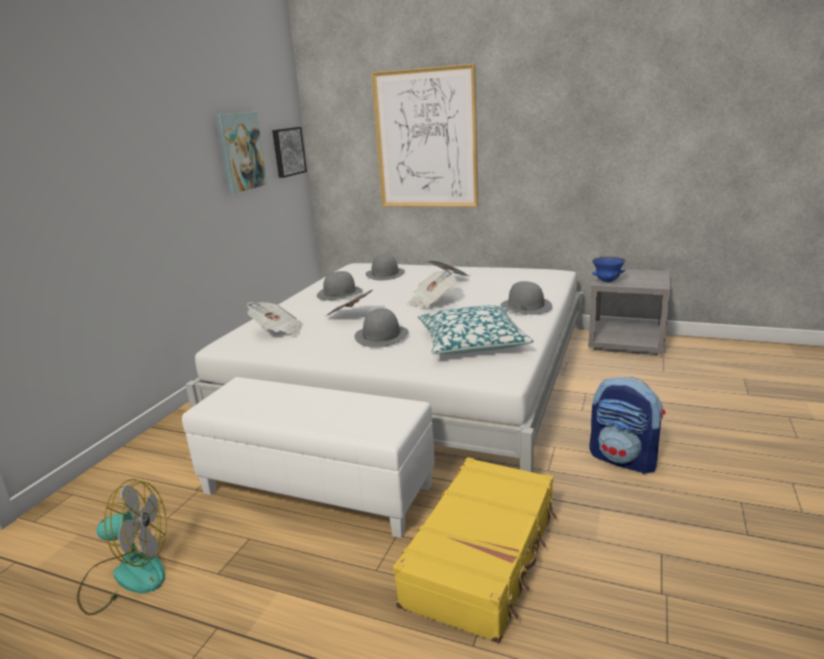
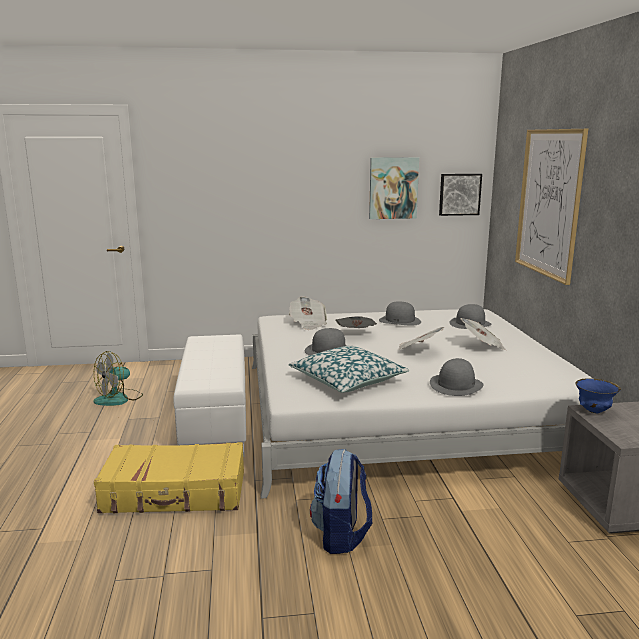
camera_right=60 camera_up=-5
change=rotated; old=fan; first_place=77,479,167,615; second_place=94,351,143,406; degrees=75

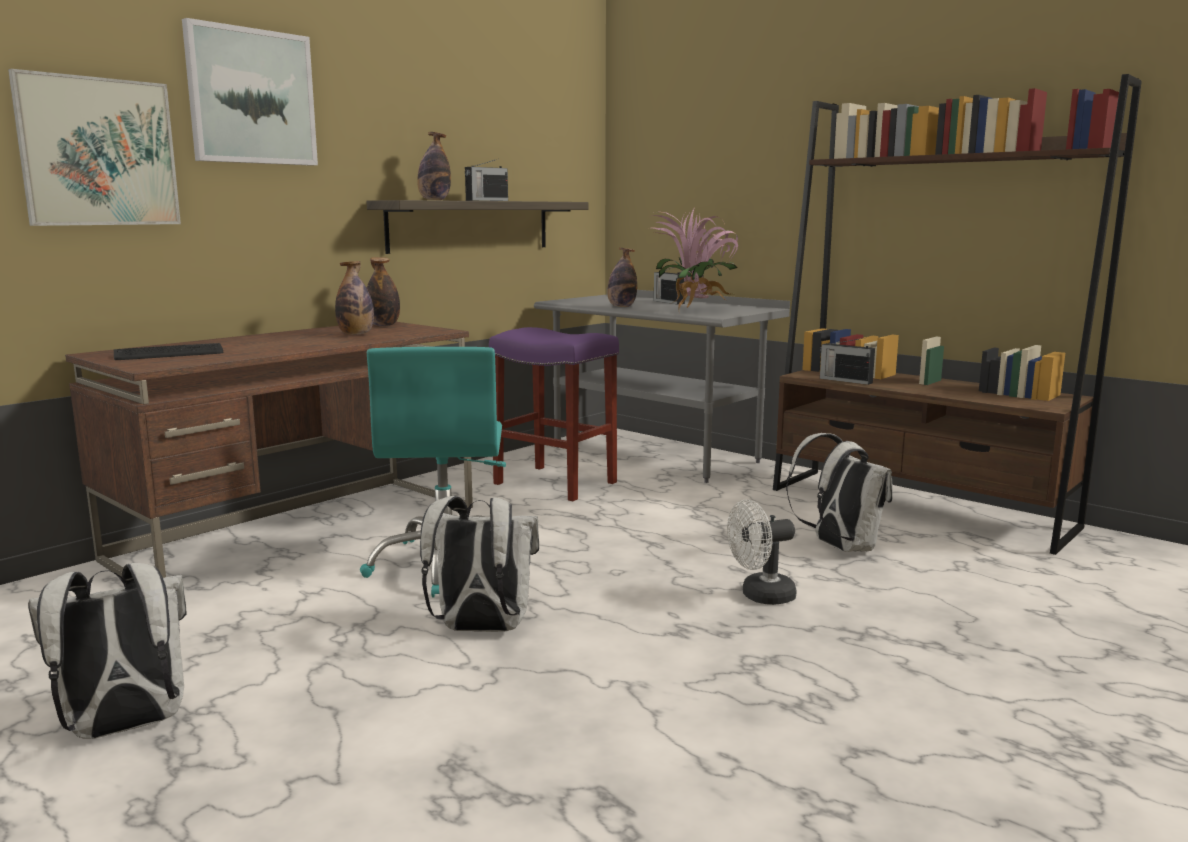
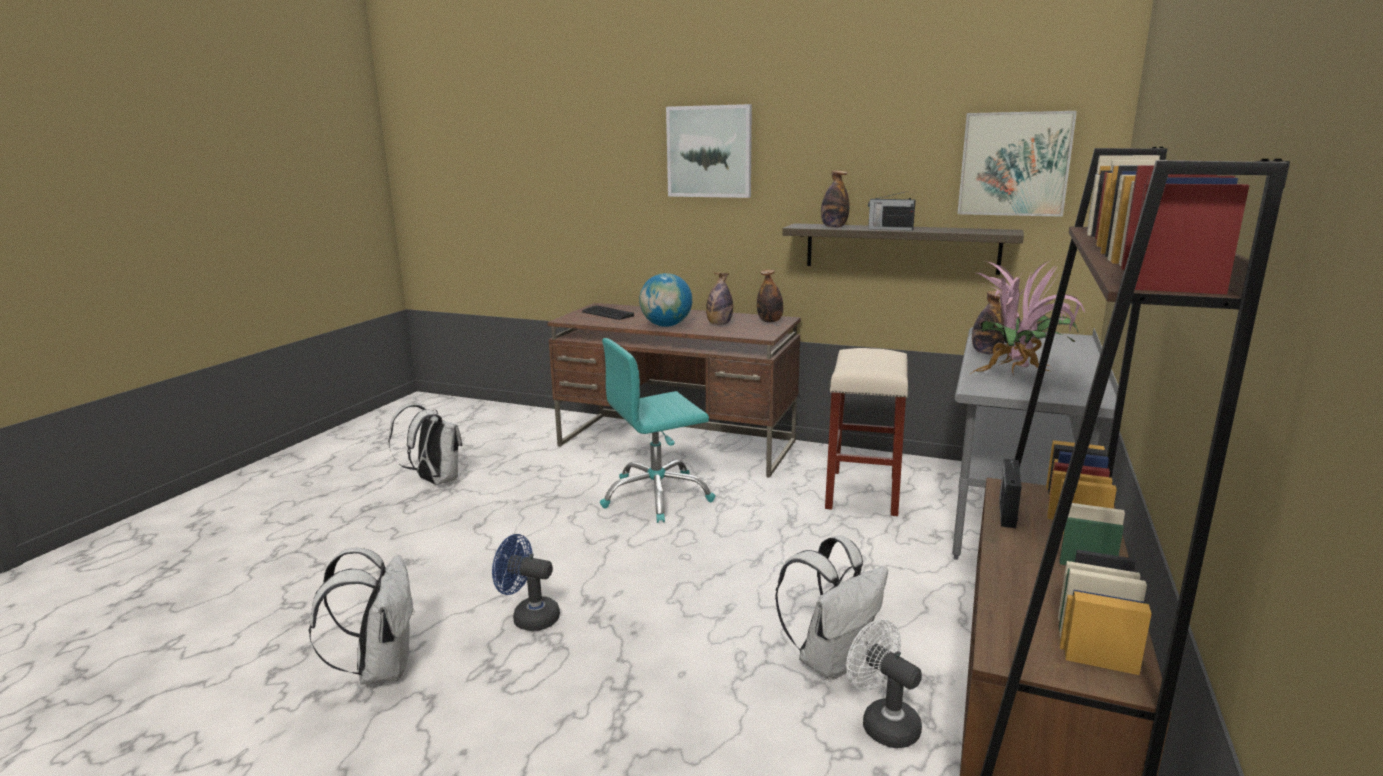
camera_right=70 camera_up=5
change=shifted; old=wall picture; first_place=8,69,181,226; second_place=958,111,1077,217
change=shifted; old=white rucksack; first_place=420,496,539,632; second_place=309,548,415,685
change=repainted; old=purple stool seat; new=beige-coloured stool seat; first_place=489,327,619,501; second_place=825,348,908,516
change=gone; old=radio; first_place=654,267,685,304
change=shifted; old=white fan; first_place=727,500,797,605; second_place=846,619,922,748
change=new; new=bluish fan; second_place=492,534,560,631
change=new; new=world globe; second_place=639,273,692,327

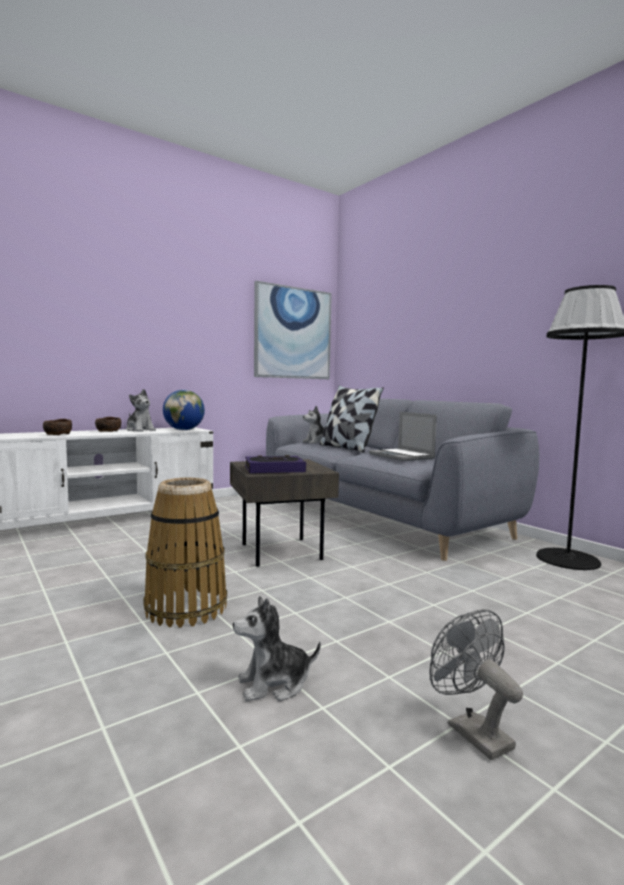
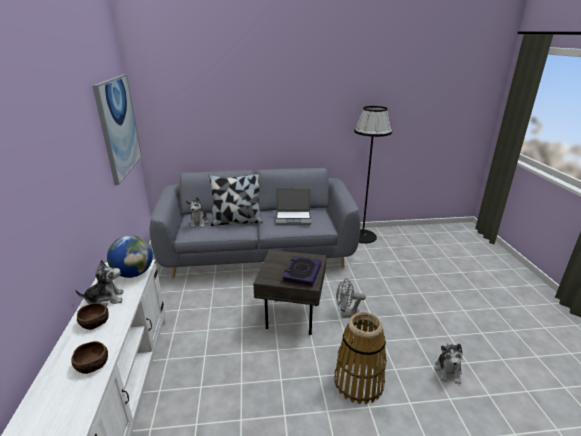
camera_right=-60 camera_up=20
change=shifted; old=greyish fan; first_place=429,609,523,760; second_place=336,278,366,317

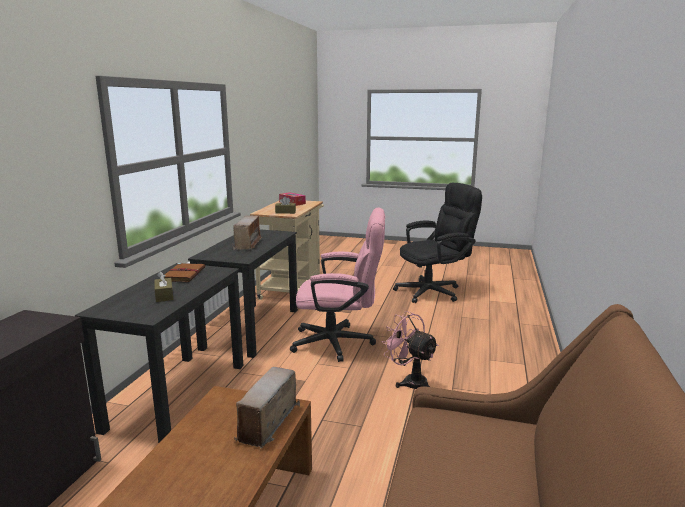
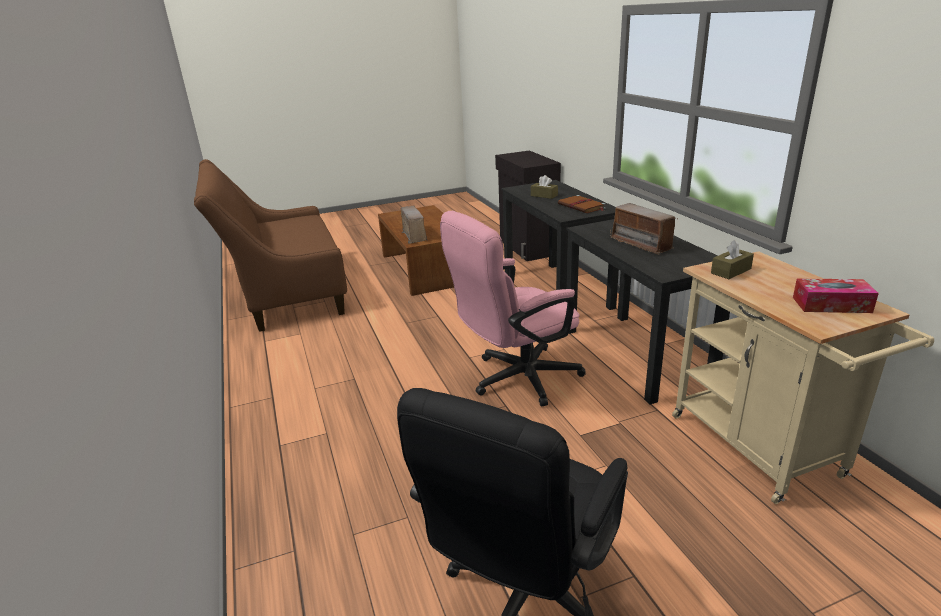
camera_right=145 camera_up=10
change=gone; old=pink fan; first_place=382,311,439,389

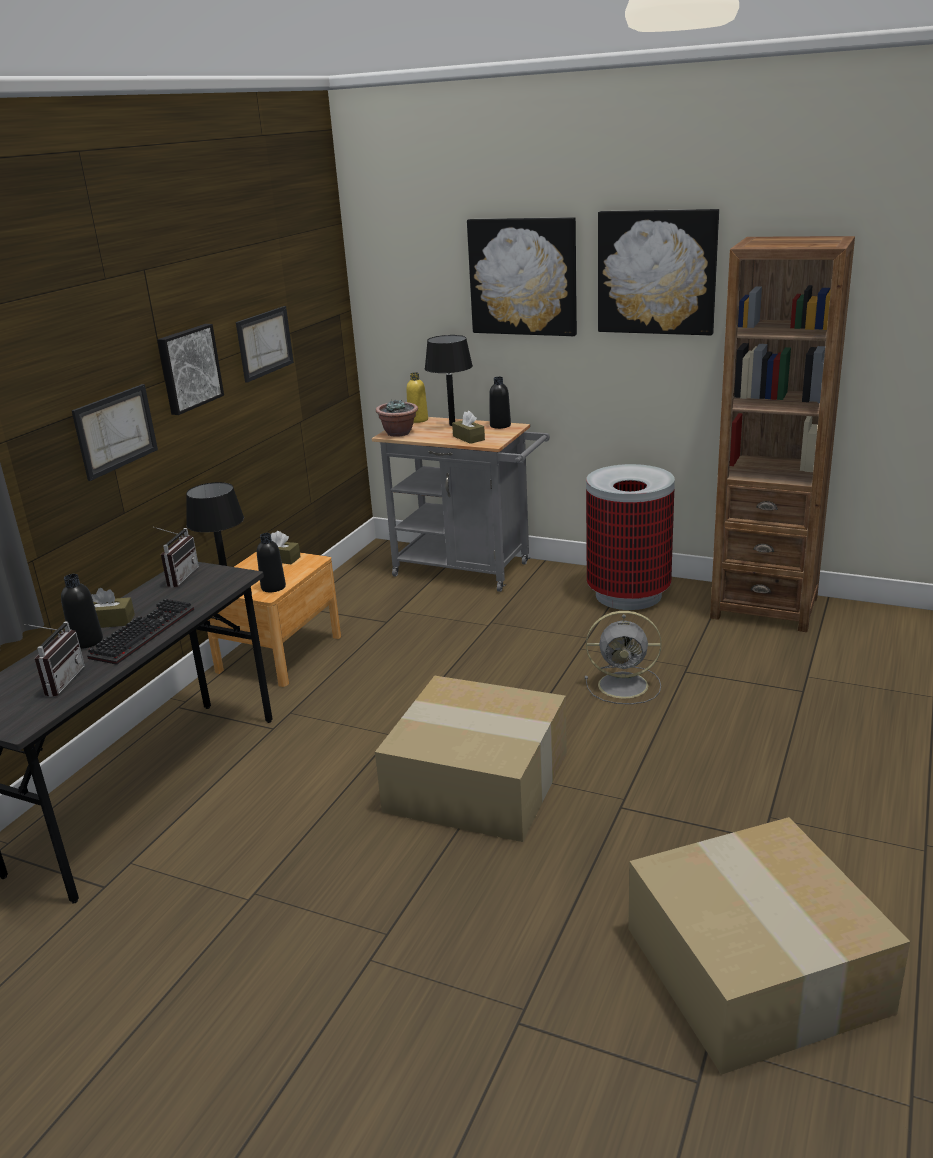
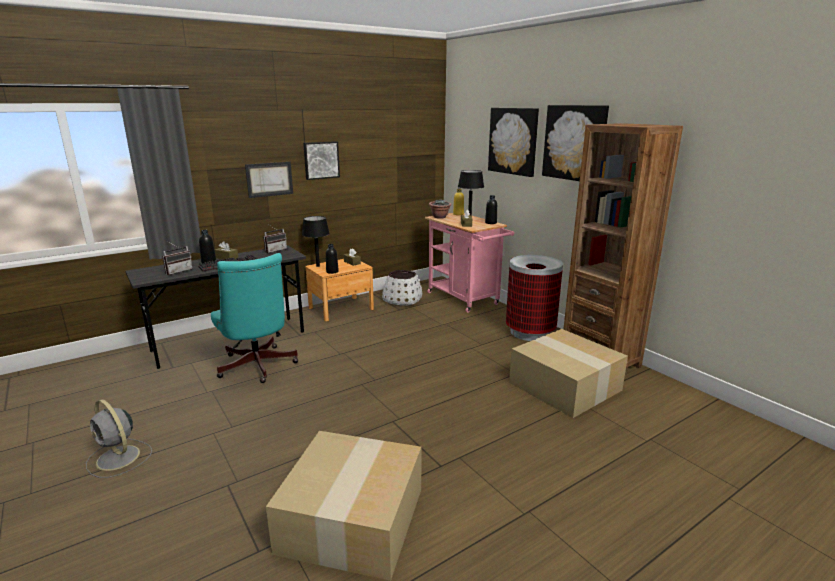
camera_right=30 camera_up=-5
change=gone; old=wall picture; first_place=236,306,294,383
change=repainted; old=greyish wheeled cart; new=pink wheeled cart; first_place=371,417,550,592; second_place=425,213,514,313
change=shifted; old=cardboard box; first_place=375,676,567,842; second_place=509,329,628,418
change=shifted; old=greyish fan; first_place=585,611,661,704; second_place=86,399,152,478
change=new; new=blue-green office chair; second_place=211,253,298,383
change=new; new=white flower pot; second_place=382,270,422,306

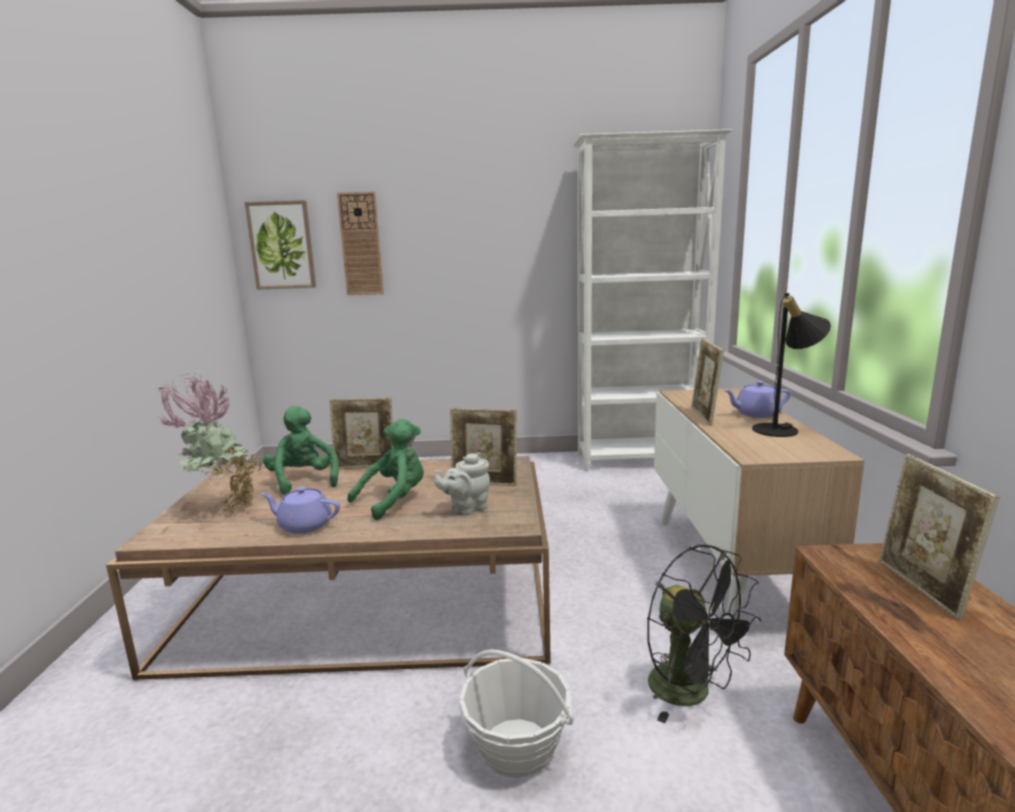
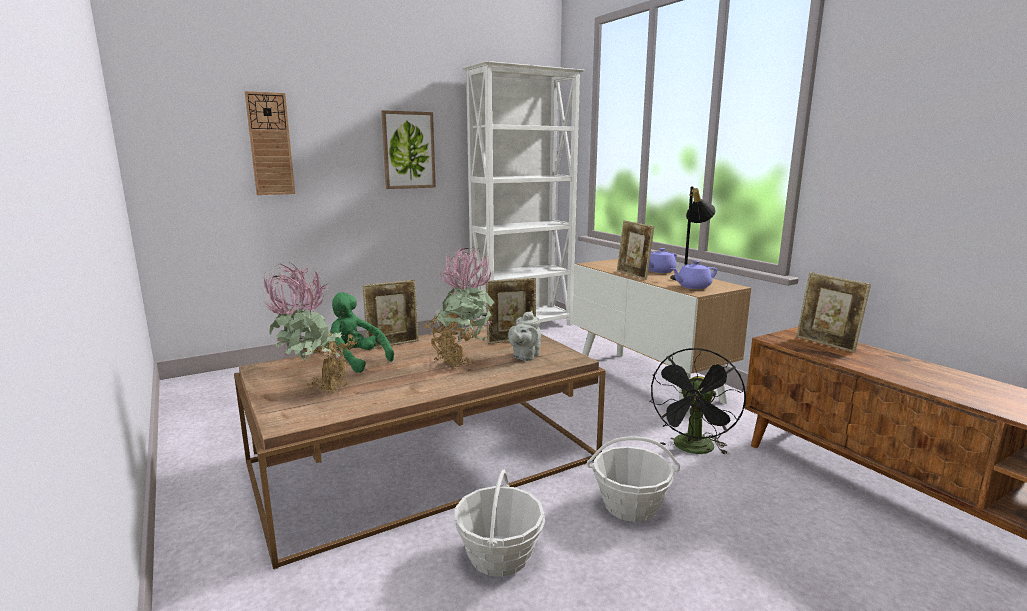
camera_right=-30 camera_up=0
change=shifted; old=wall picture; first_place=245,200,316,290; second_place=381,110,436,189
change=shifted; old=purple pot for tea; first_place=261,487,340,534; second_place=671,261,717,289
change=swapped; old=green-coloured cuddly toy; new=plant in a pot; first_place=347,419,424,520; second_place=423,247,494,369
change=rotated; old=black-coloured fan; first_place=647,545,761,723; second_place=649,348,746,455; degrees=90
change=new; new=storage basket; second_place=454,470,545,577

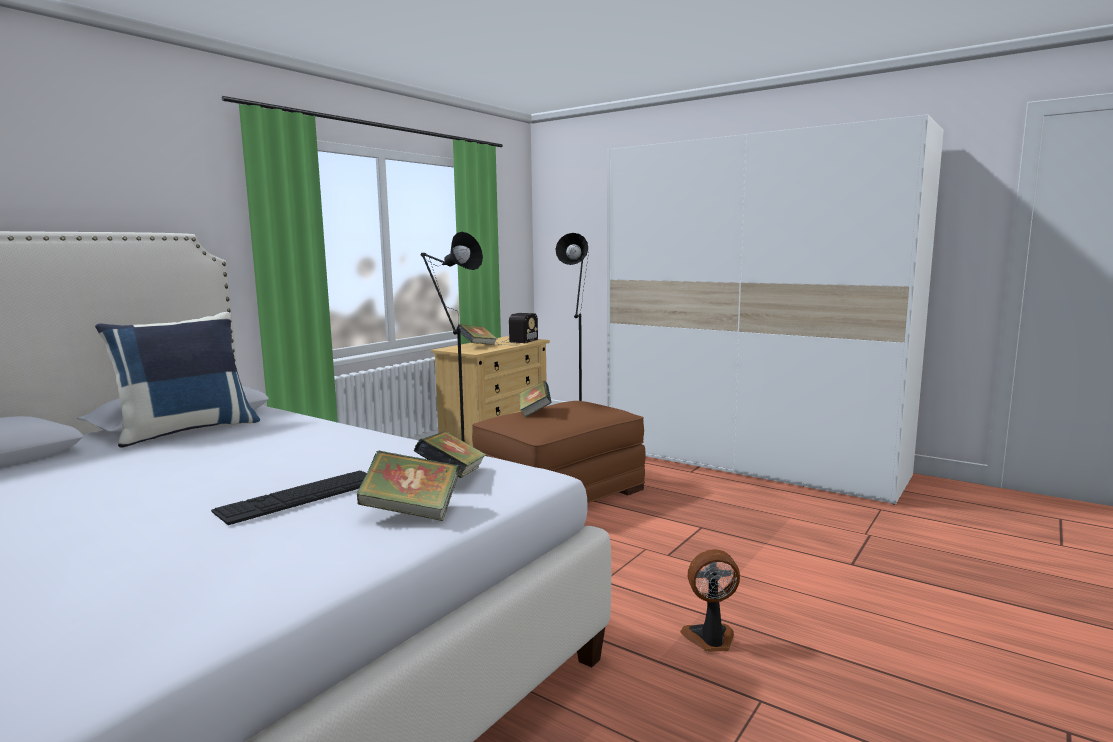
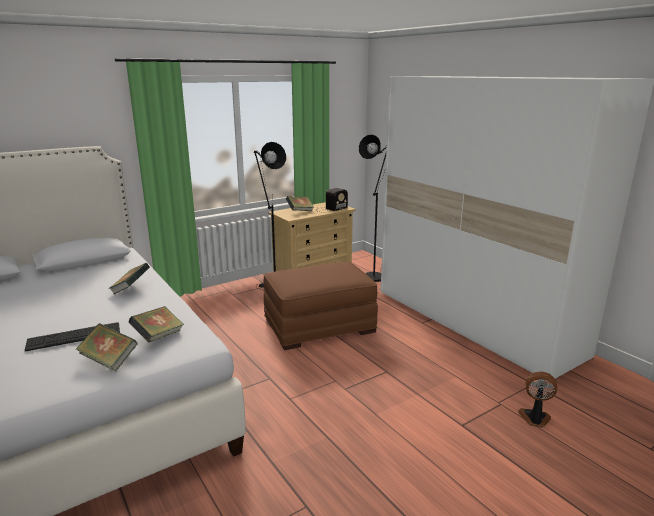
camera_right=20 camera_up=10
change=gone; old=bluish throw pillow; first_place=95,312,260,448
change=shifted; old=book; first_place=519,381,551,417; second_place=108,263,150,294
change=shifted; old=fan; first_place=680,549,740,652; second_place=518,372,557,428

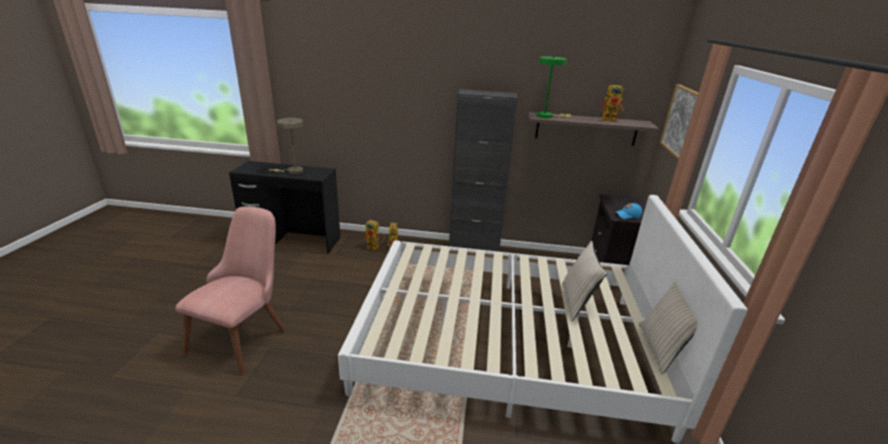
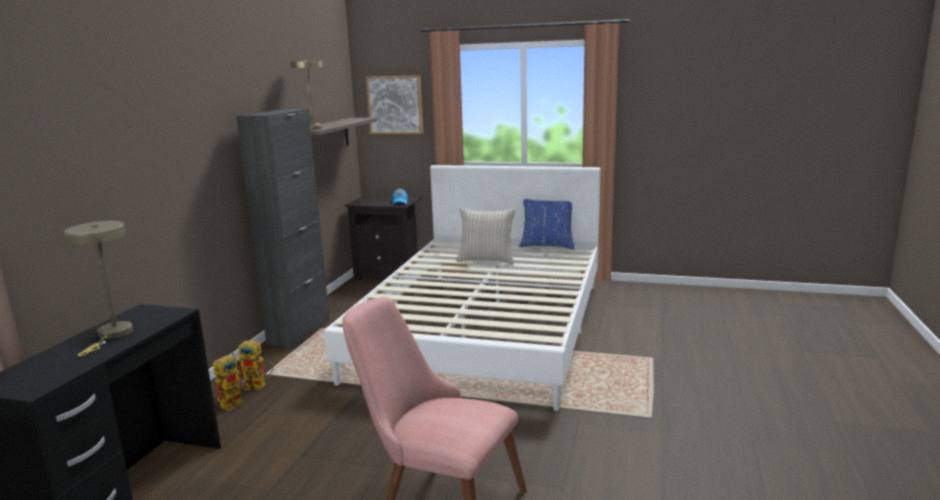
camera_right=-80 camera_up=-10
change=repainted; old=green-coloured tabletop lamp; new=beige-coloured tabletop lamp; first_place=537,56,571,118; second_place=290,60,322,130
change=gone; old=model robot; first_place=600,84,624,122
change=repainted; old=beige-coloured throw pillow; new=bluish throw pillow; first_place=639,282,698,375; second_place=519,199,574,250

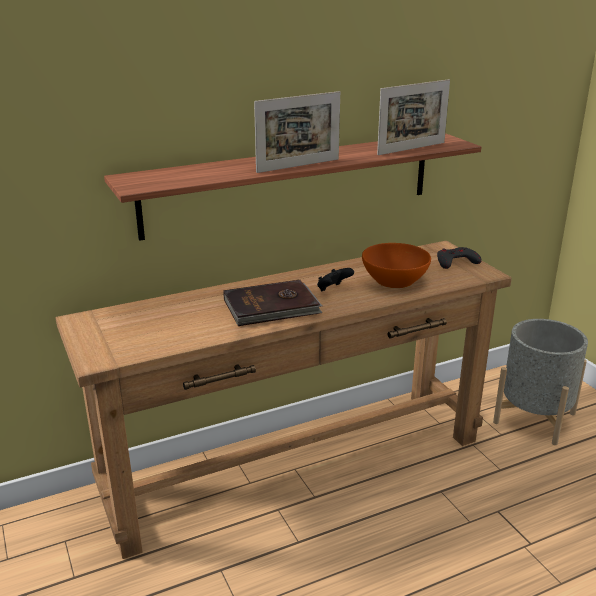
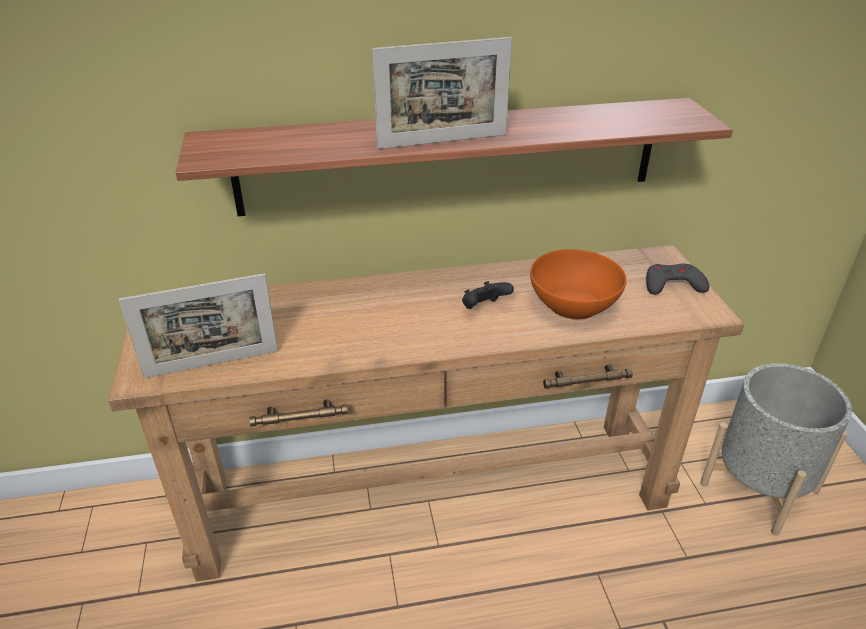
camera_right=15 camera_up=10
change=gone; old=brown-coloured book; first_place=223,280,323,326
change=shifted; old=standing frame; first_place=377,79,450,155; second_place=119,273,278,378

